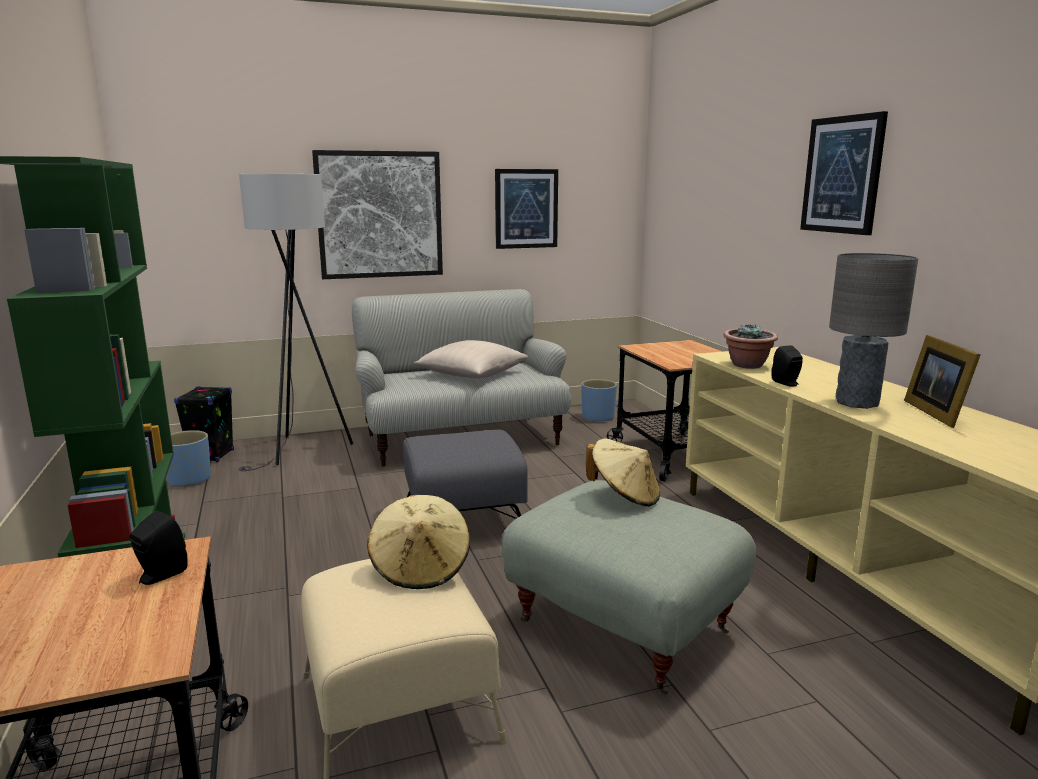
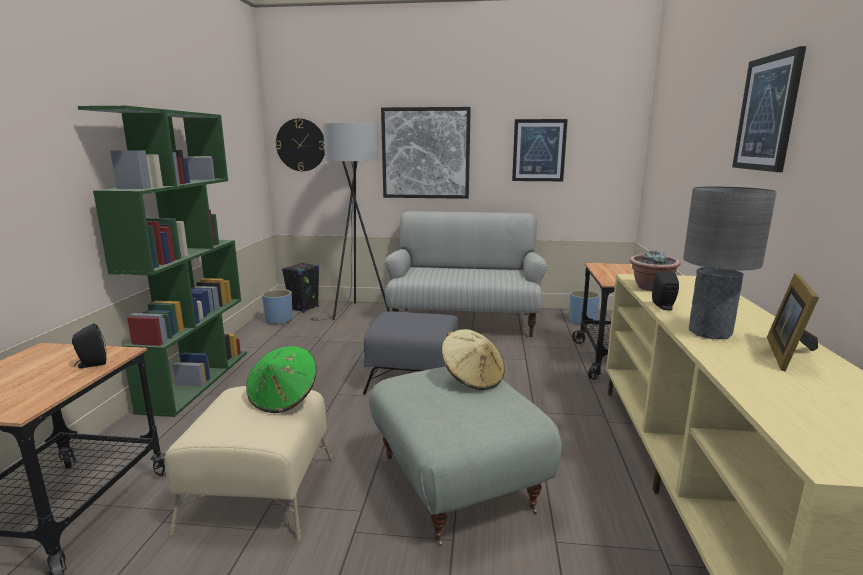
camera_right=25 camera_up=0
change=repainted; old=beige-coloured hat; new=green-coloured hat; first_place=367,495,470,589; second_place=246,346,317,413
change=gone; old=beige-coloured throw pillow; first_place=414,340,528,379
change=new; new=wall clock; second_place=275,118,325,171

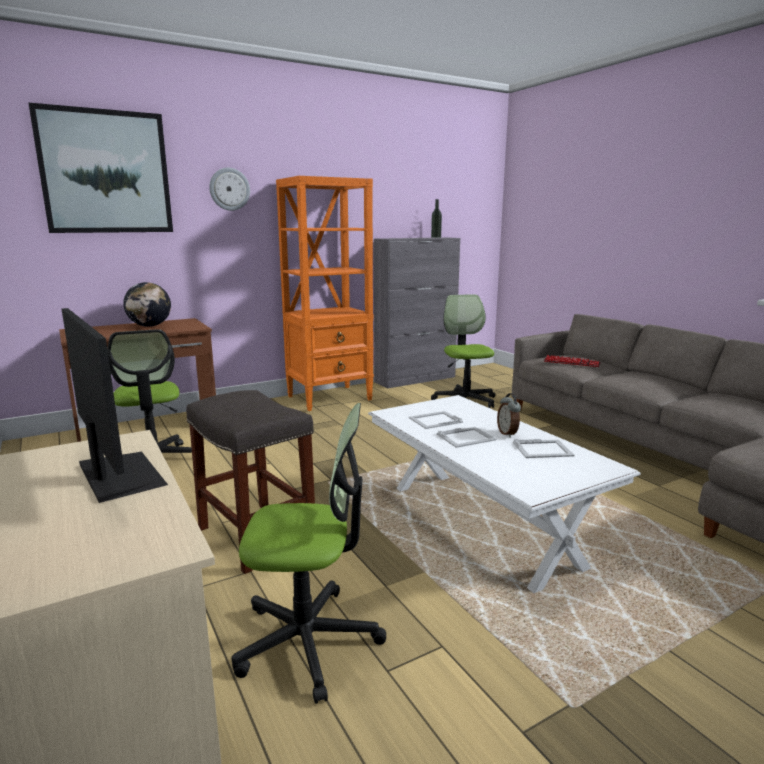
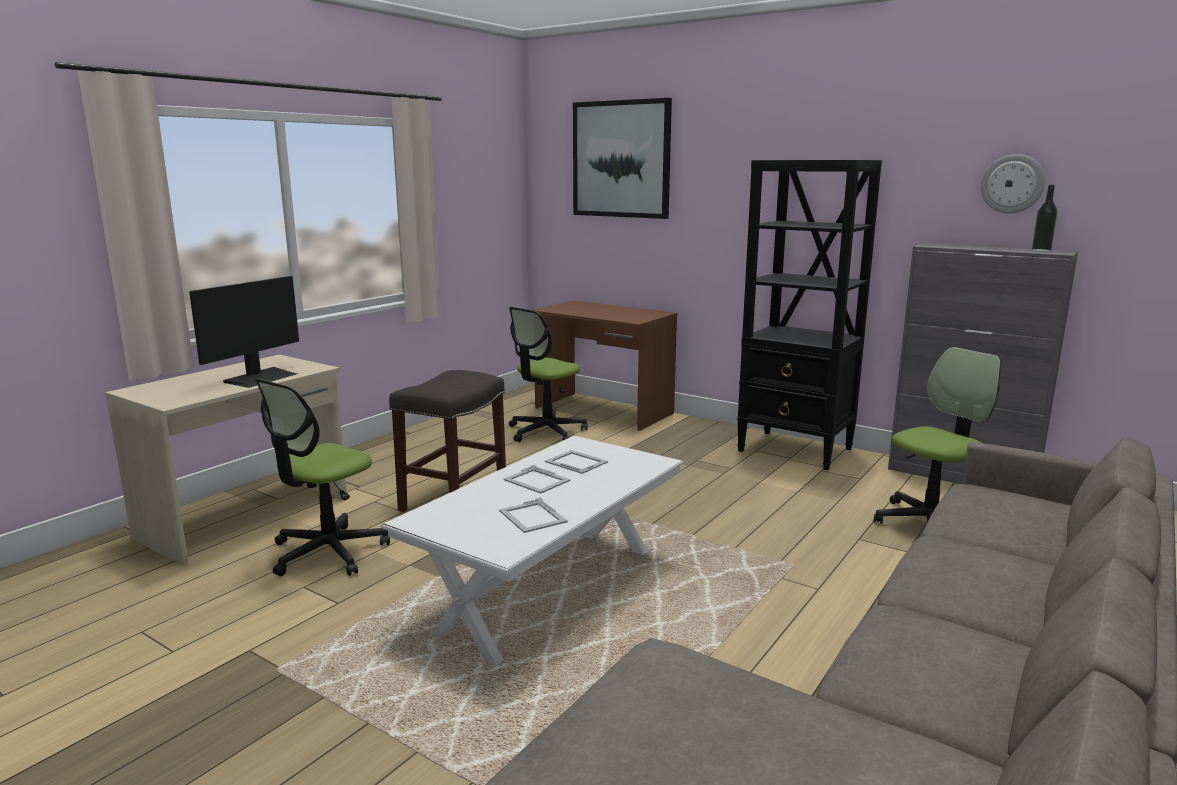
camera_right=65 camera_up=0
change=gone; old=world globe; first_place=123,282,171,327
change=shifted; old=wall clock; first_place=209,168,250,211; second_place=981,154,1045,214
change=rotated; old=office chair; first_place=232,403,386,704; second_place=255,378,390,576; degrees=60
change=repainted; old=orange bookcase; new=black-coloured bookcase; first_place=276,176,374,411; second_place=737,160,882,470
change=gone; old=bedside clock; first_place=497,393,521,438
change=gone; old=keyboard; first_place=544,355,601,367

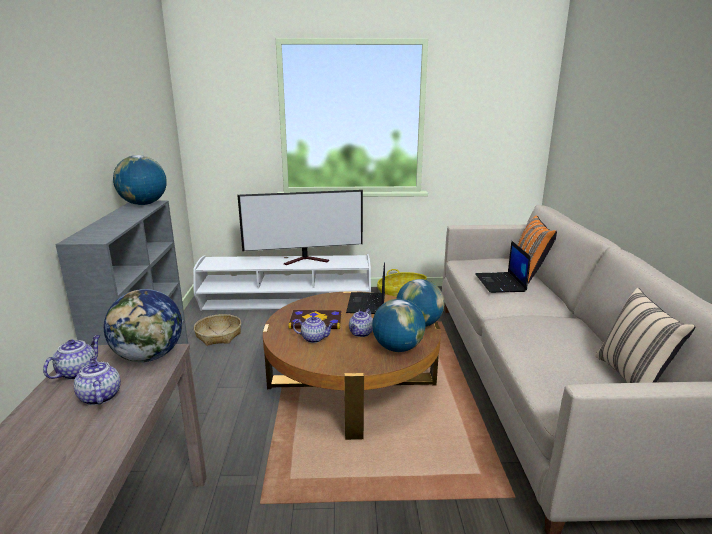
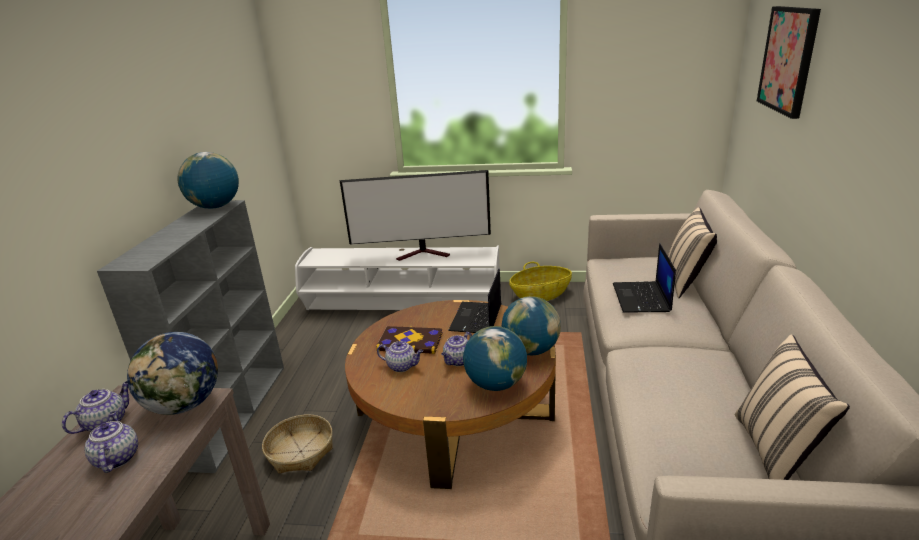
camera_right=10 camera_up=5
change=shifted; old=storage basket; first_place=194,314,241,346; second_place=262,414,333,473
change=repainted; old=orange throw pillow; new=beige-coloured throw pillow; first_place=518,215,557,283; second_place=668,207,717,298
change=new; new=wall picture; second_place=757,6,821,119

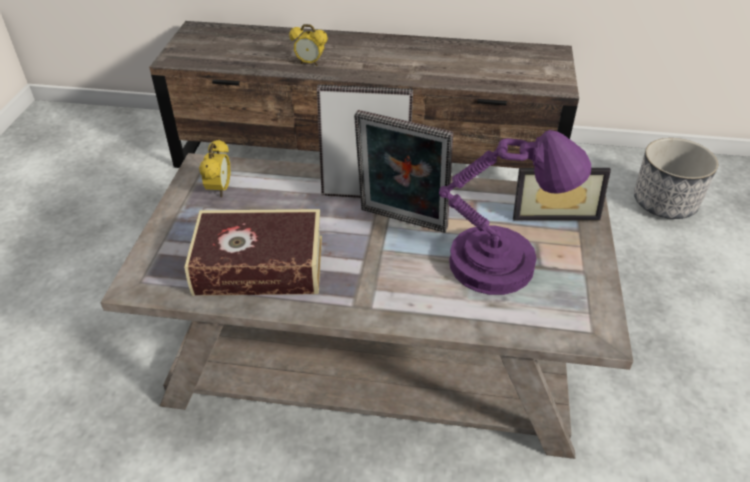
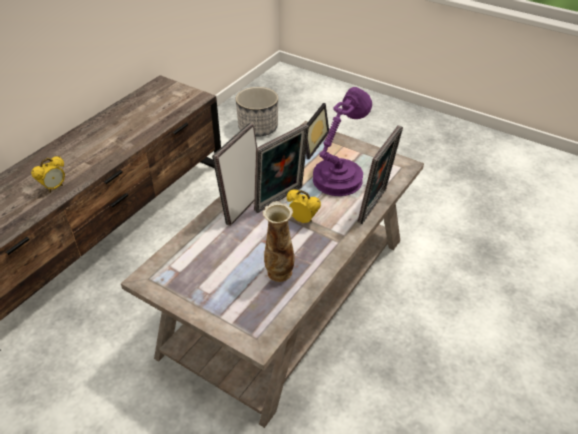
camera_right=-65 camera_up=0
change=swapped; old=book; new=decorative vase; first_place=184,209,322,296; second_place=263,201,294,282
change=shifted; old=bedside clock; first_place=199,139,230,197; second_place=287,189,321,223
change=new; new=standing frame; second_place=357,125,403,224

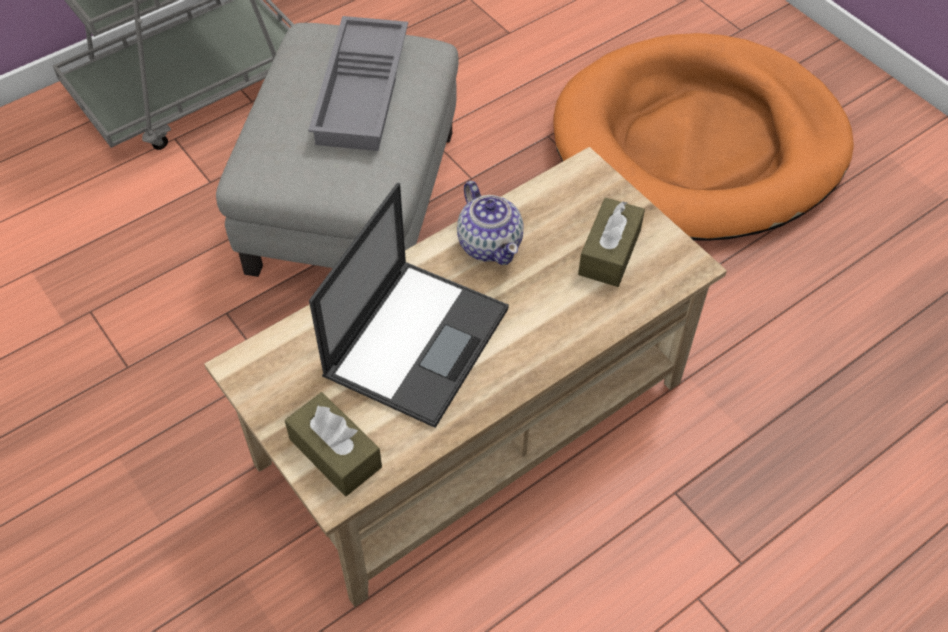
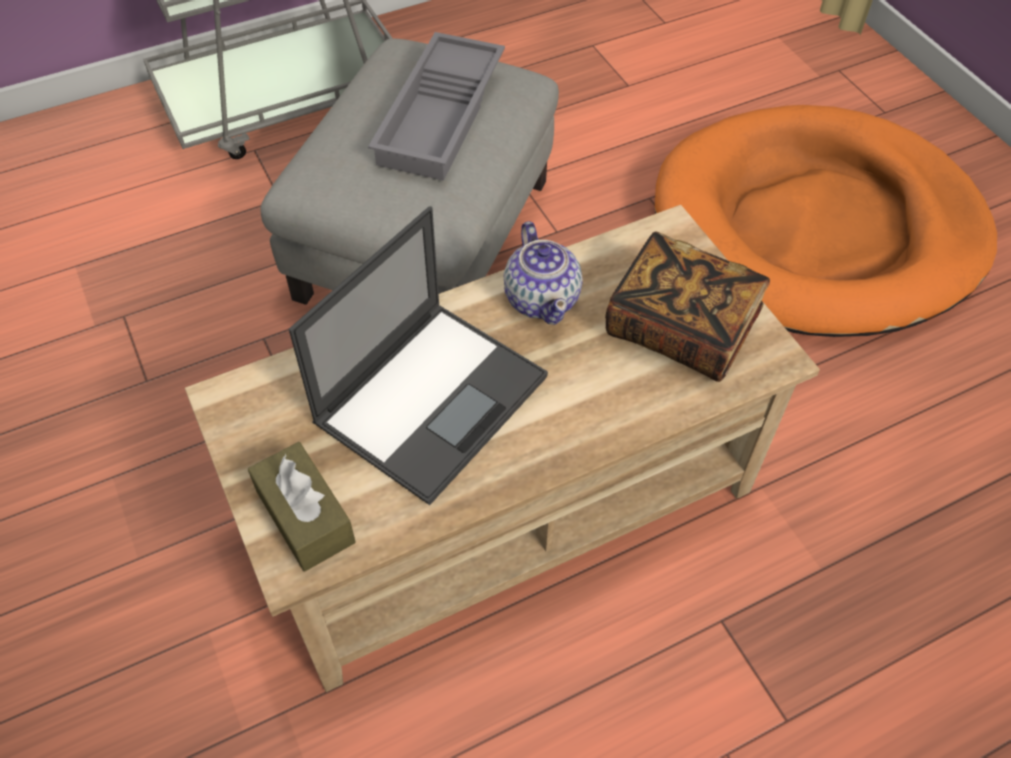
camera_right=10 camera_up=0
change=swapped; old=brown-coloured tissue box; new=book; first_place=578,198,645,287; second_place=605,231,770,382

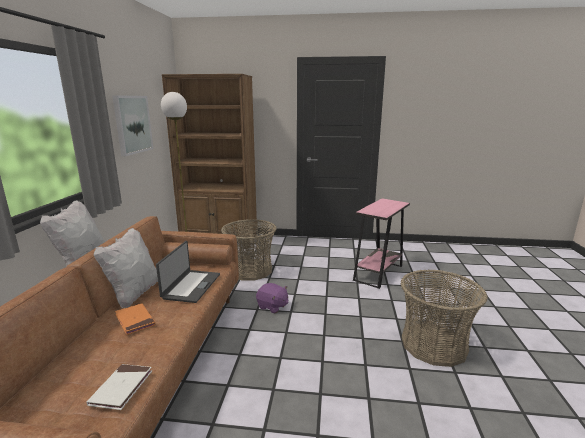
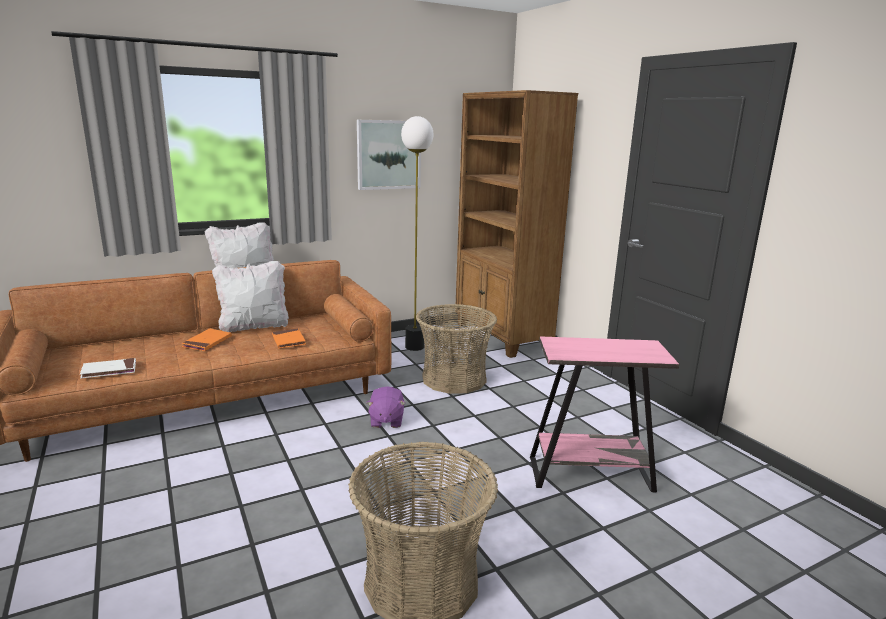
camera_right=55 camera_up=0
change=swapped; old=notebook computer; new=orange book; first_place=156,241,220,303; second_place=272,328,306,349

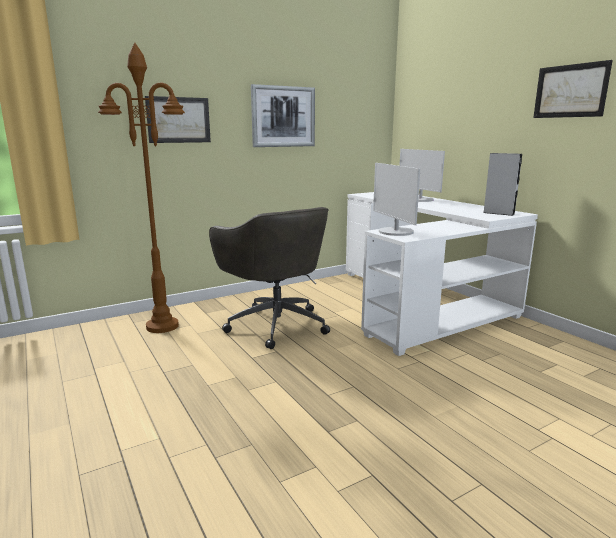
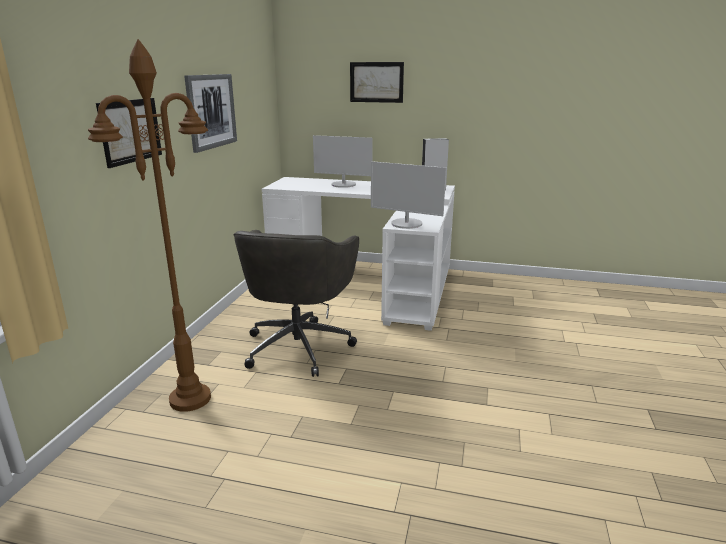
camera_right=-45 camera_up=5
change=rotated; old=greyish office chair; first_place=209,207,330,349; second_place=234,230,359,377; degrees=90
change=shifted; old=wall picture; first_place=533,60,613,118; second_place=350,62,404,103

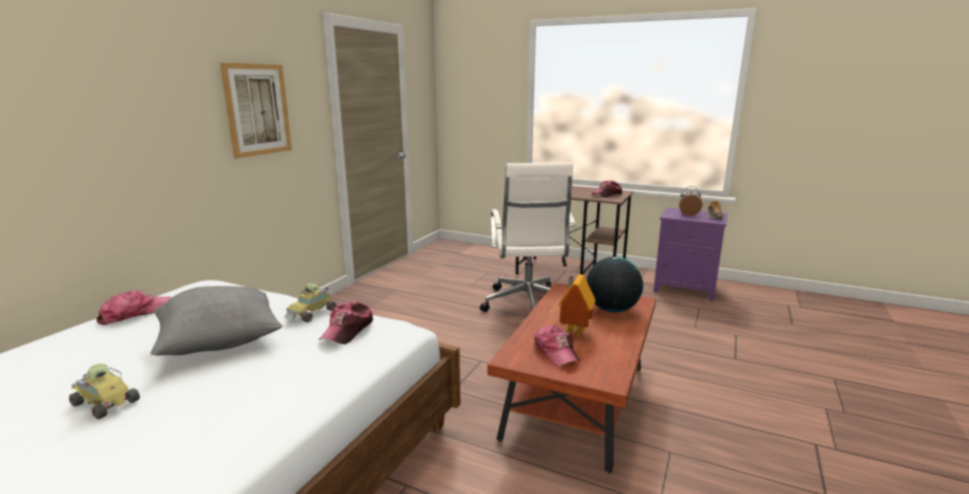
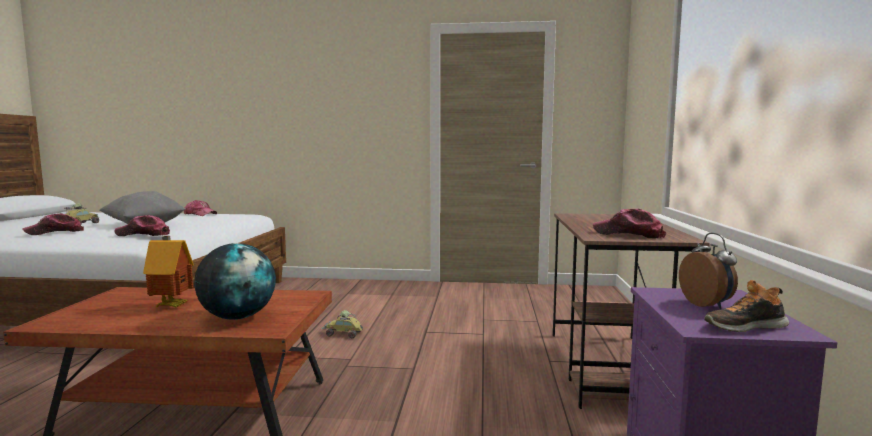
camera_right=70 camera_up=-10
change=gone; old=wall picture; first_place=220,63,292,159
change=shifted; old=toy car; first_place=285,283,336,322; second_place=322,310,363,338
change=gone; old=white office chair; first_place=480,163,576,312
change=shifted; old=cap; first_place=534,325,581,366; second_place=22,213,84,235

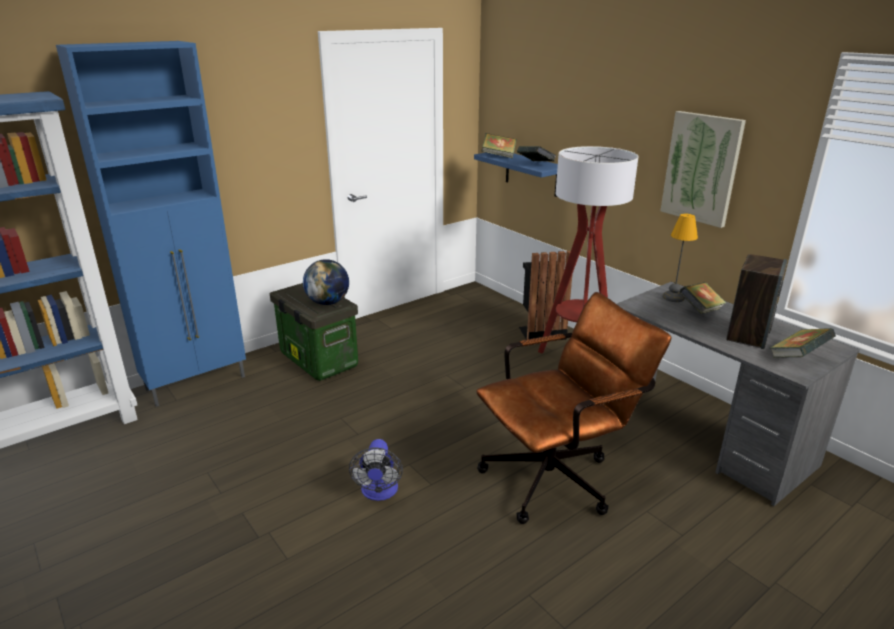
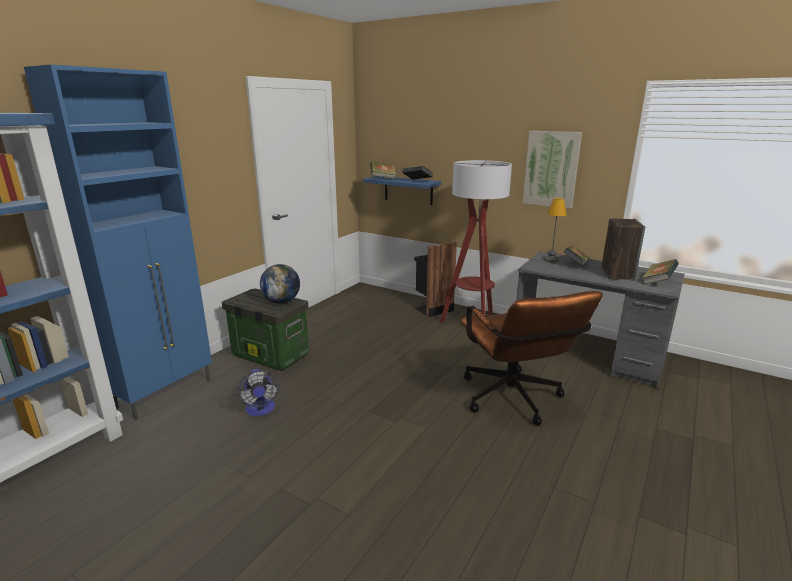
camera_right=-20 camera_up=-5
change=shifted; old=fan; first_place=349,439,403,501; second_place=237,369,280,416
change=rotated; old=brown-coloured office chair; first_place=476,292,671,524; second_place=461,291,603,426; degrees=120

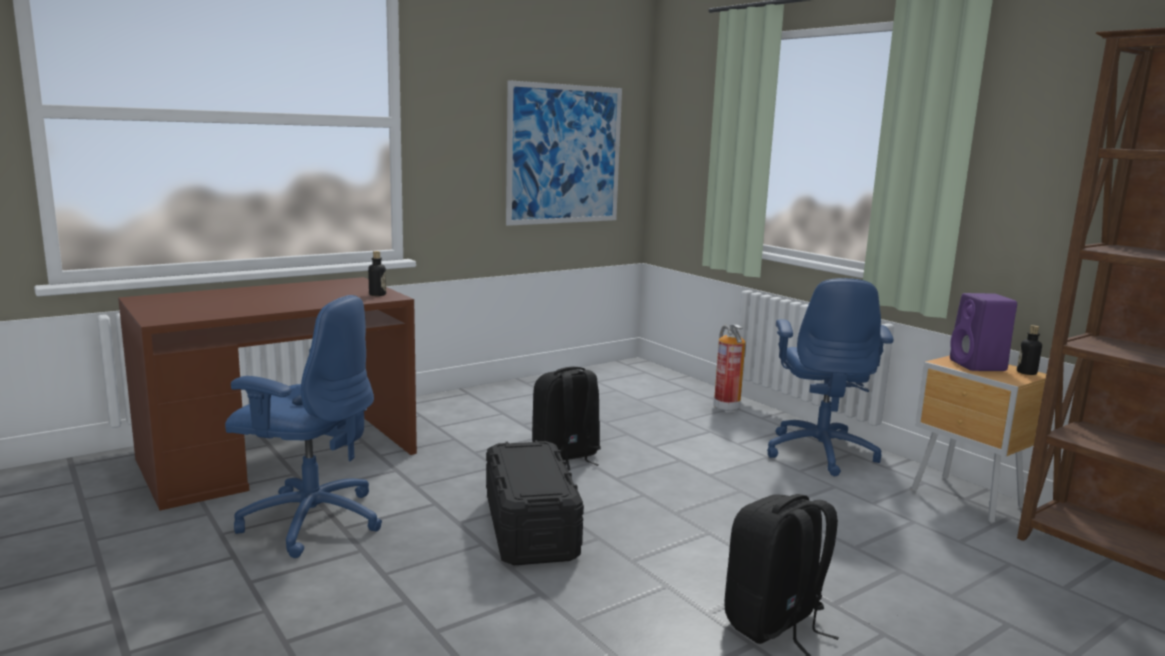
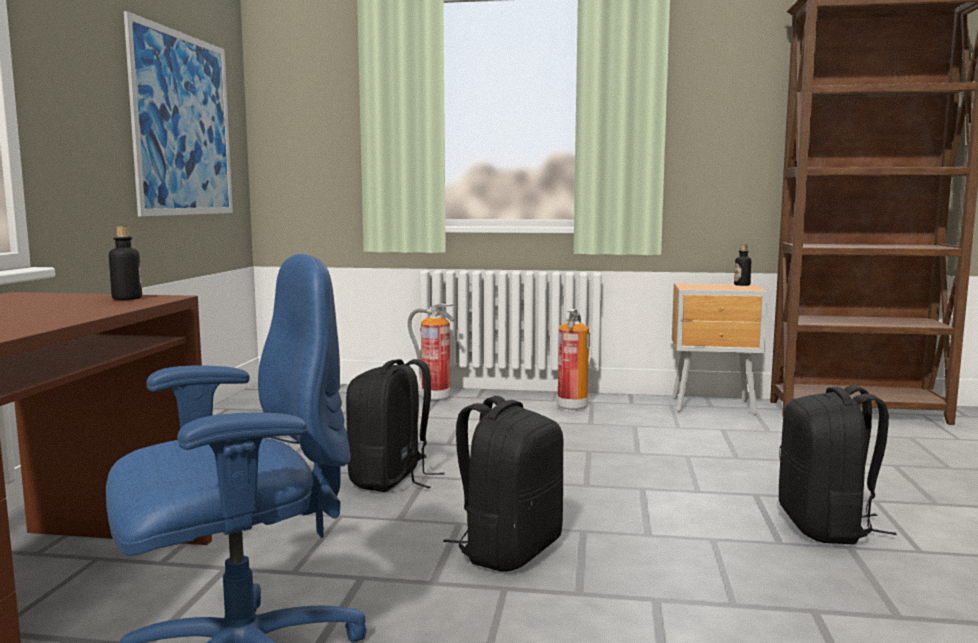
camera_right=-45 camera_up=-5
change=swapped; old=black-coloured storage box; new=black-coloured rucksack; first_place=486,440,584,565; second_place=443,396,563,571
change=swapped; old=bluish office chair; new=fire-fighting cylinder; first_place=767,278,894,476; second_place=557,309,590,411
change=gone; old=purple loudspeaker; first_place=950,293,1017,371

